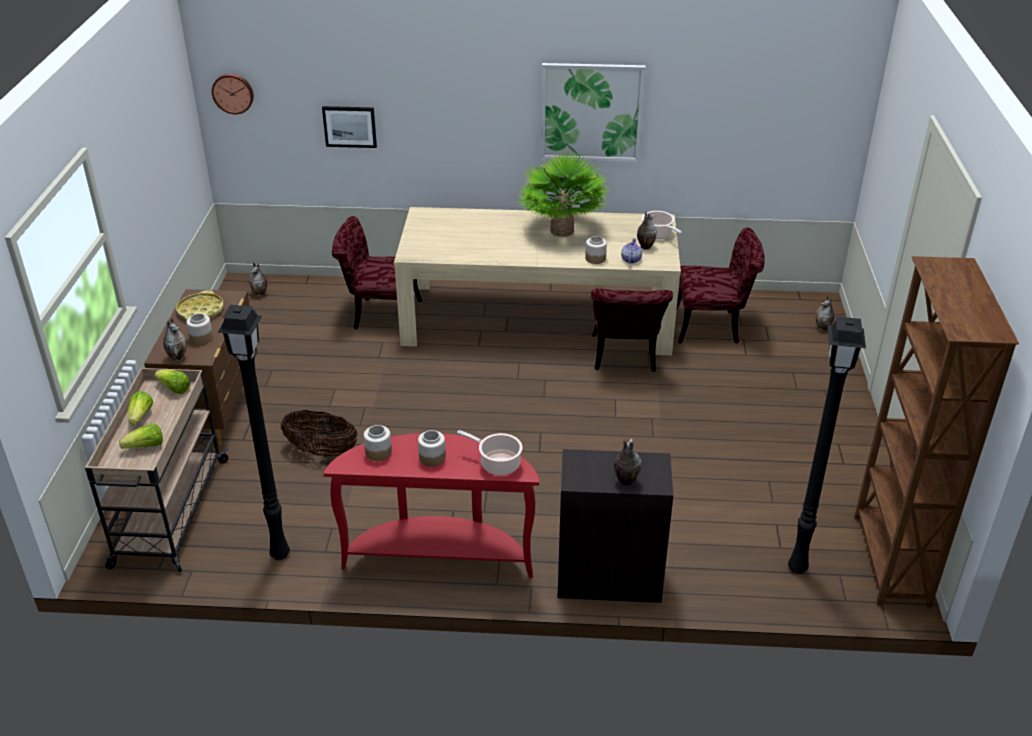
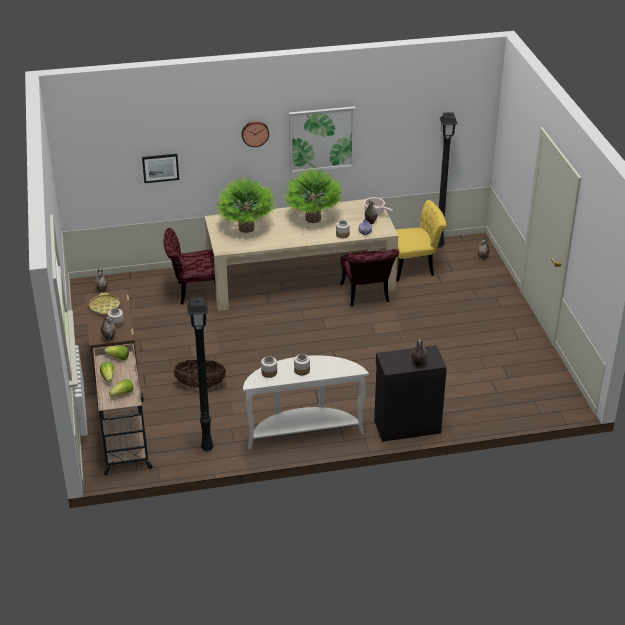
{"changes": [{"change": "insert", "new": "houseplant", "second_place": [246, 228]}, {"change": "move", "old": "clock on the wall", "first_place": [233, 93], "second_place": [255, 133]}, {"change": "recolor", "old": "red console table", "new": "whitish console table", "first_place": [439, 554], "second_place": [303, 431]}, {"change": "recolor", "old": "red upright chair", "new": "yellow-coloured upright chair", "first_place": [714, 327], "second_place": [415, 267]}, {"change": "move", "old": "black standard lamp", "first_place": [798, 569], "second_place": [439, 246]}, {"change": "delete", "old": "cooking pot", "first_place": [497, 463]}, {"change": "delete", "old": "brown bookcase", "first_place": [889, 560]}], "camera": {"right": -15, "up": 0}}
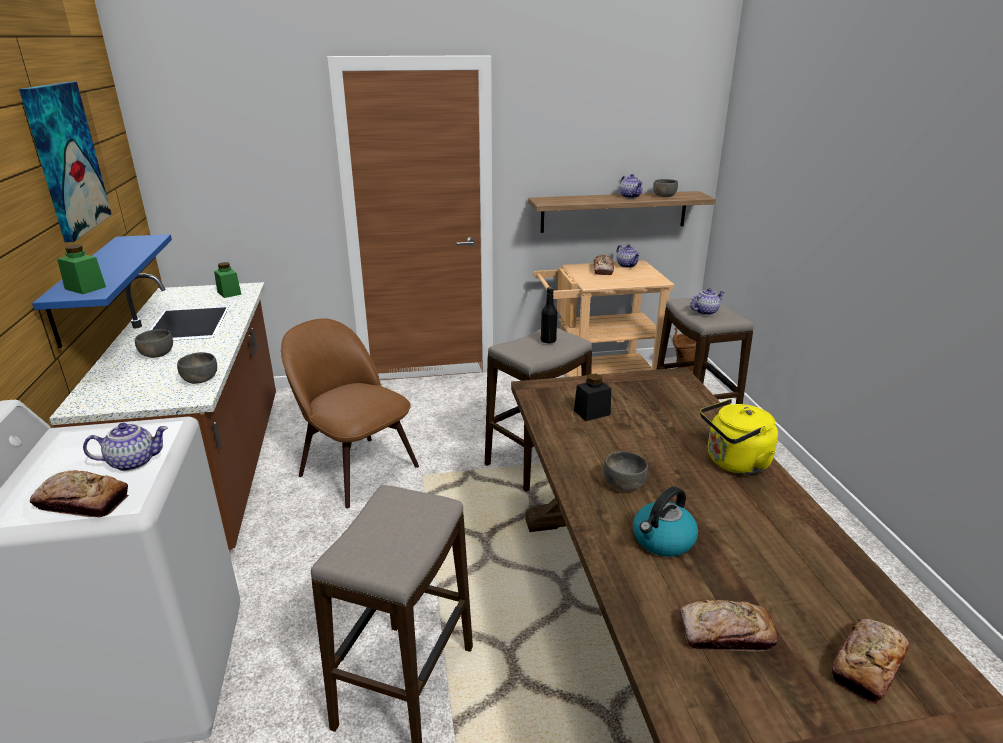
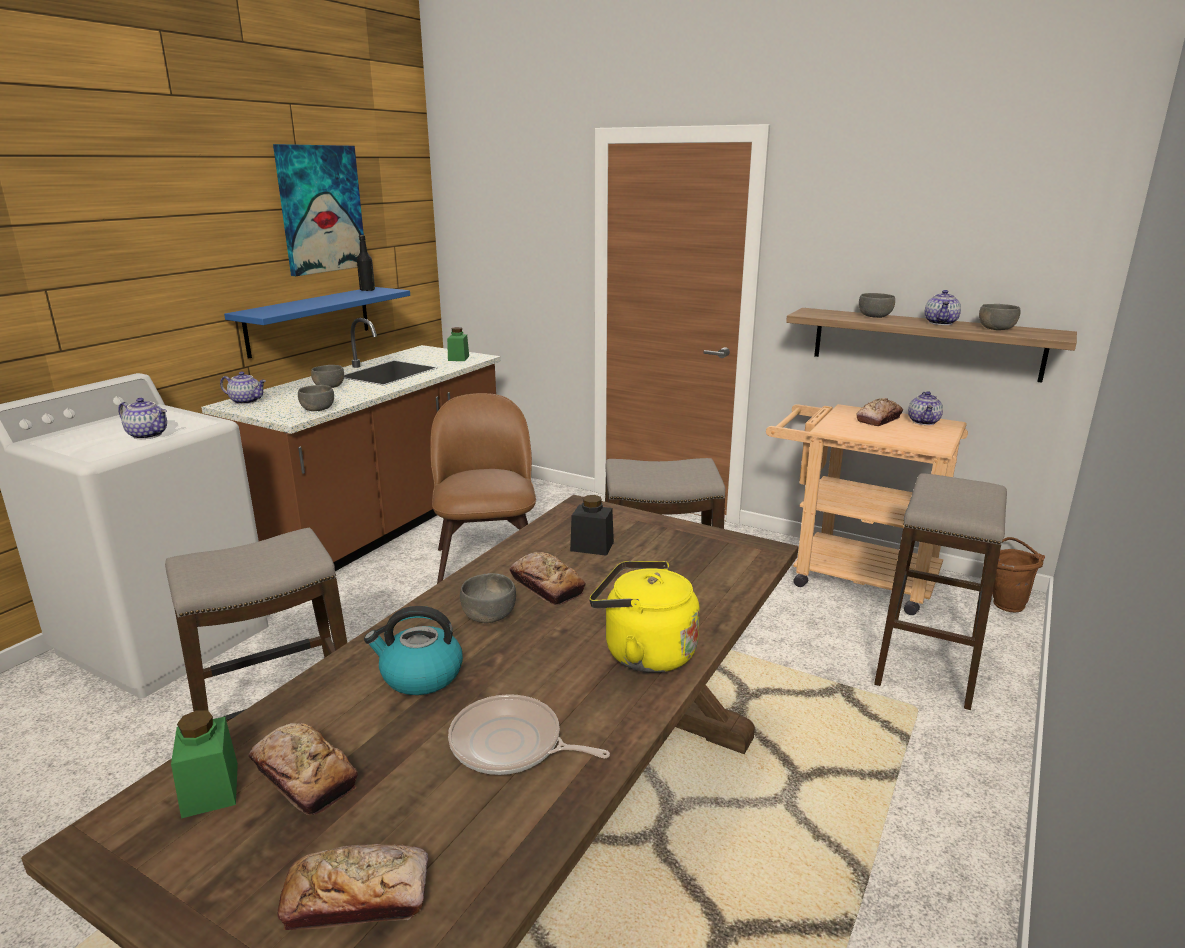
{"changes": [{"change": "move", "old": "green-coloured jar", "first_place": [85, 288], "second_place": [210, 789]}, {"change": "move", "old": "pot for tea", "first_place": [705, 312], "second_place": [247, 401]}, {"change": "move", "old": "black bottle", "first_place": [548, 341], "second_place": [367, 290]}, {"change": "insert", "new": "pan", "second_place": [511, 745]}, {"change": "move", "old": "baked bread", "first_place": [82, 502], "second_place": [546, 586]}, {"change": "insert", "new": "grey serving bowl", "second_place": [875, 316]}], "camera": {"right": 40, "up": -5}}
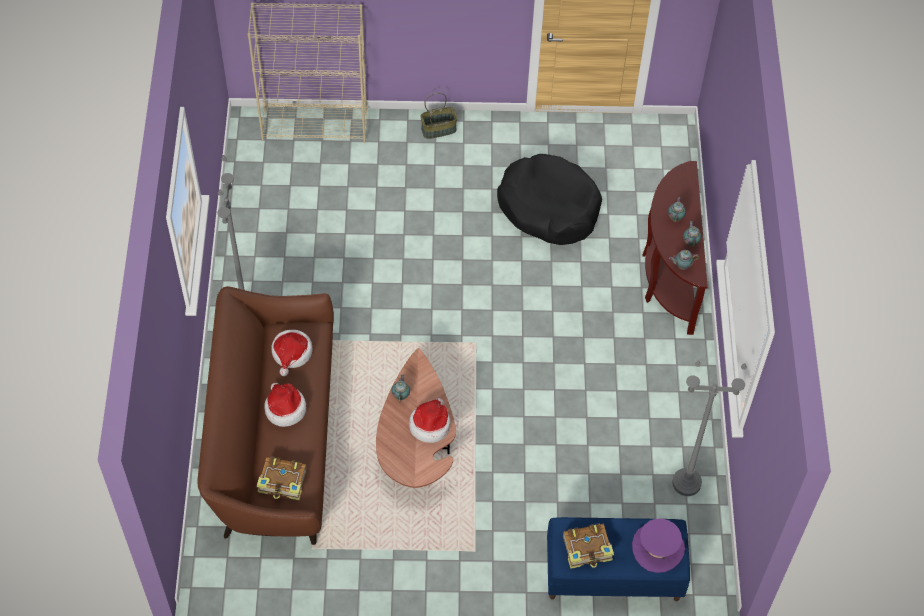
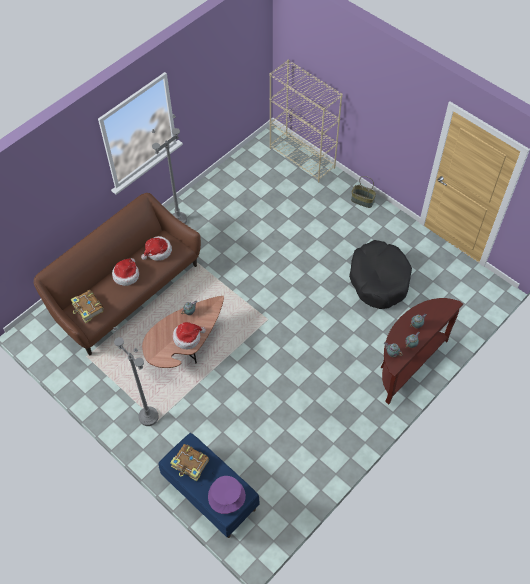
{"changes": [{"change": "move", "old": "grey standard lamp", "first_place": [686, 483], "second_place": [148, 417]}], "camera": {"right": 45, "up": 0}}
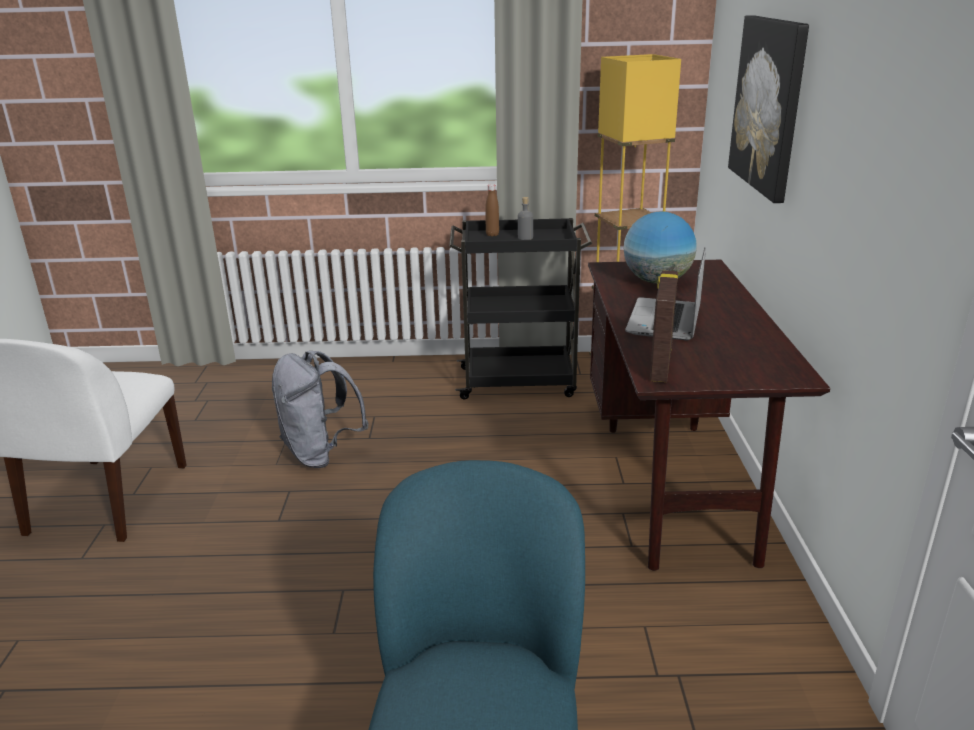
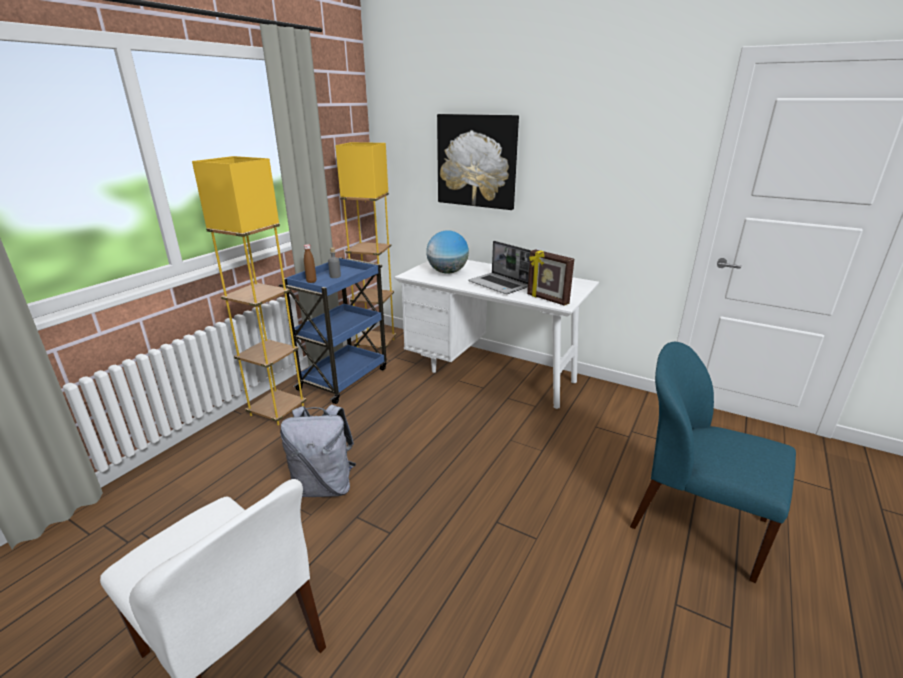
{"changes": [{"change": "insert", "new": "yellow-coloured standard lamp", "second_place": [277, 410]}, {"change": "recolor", "old": "black cart", "new": "blue cart", "first_place": [519, 382], "second_place": [344, 378]}, {"change": "recolor", "old": "brown desk", "new": "whitish desk", "first_place": [672, 477], "second_place": [492, 373]}], "camera": {"right": -60, "up": 0}}
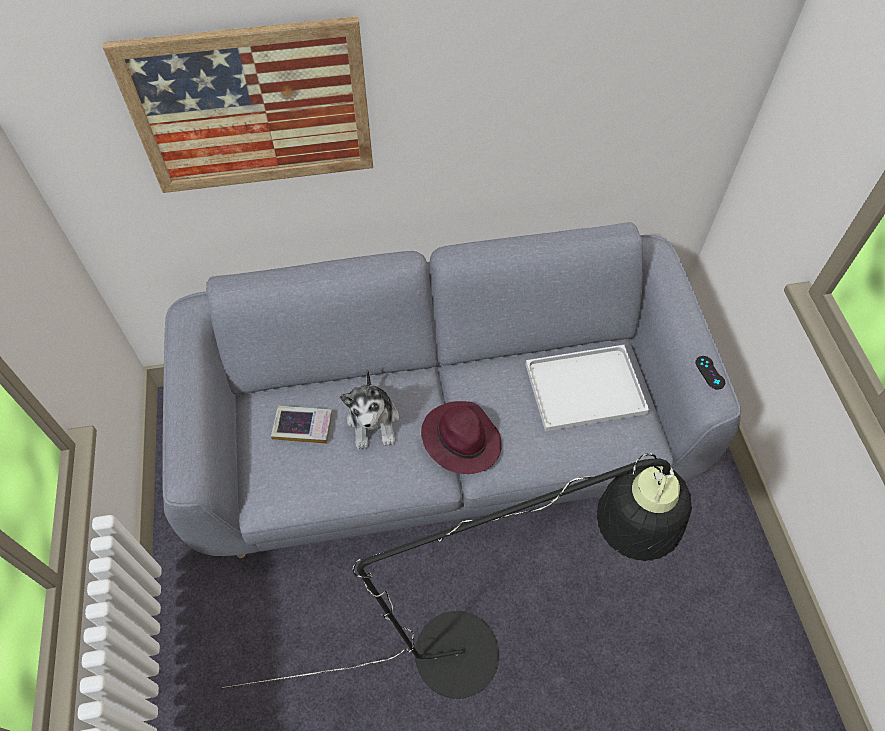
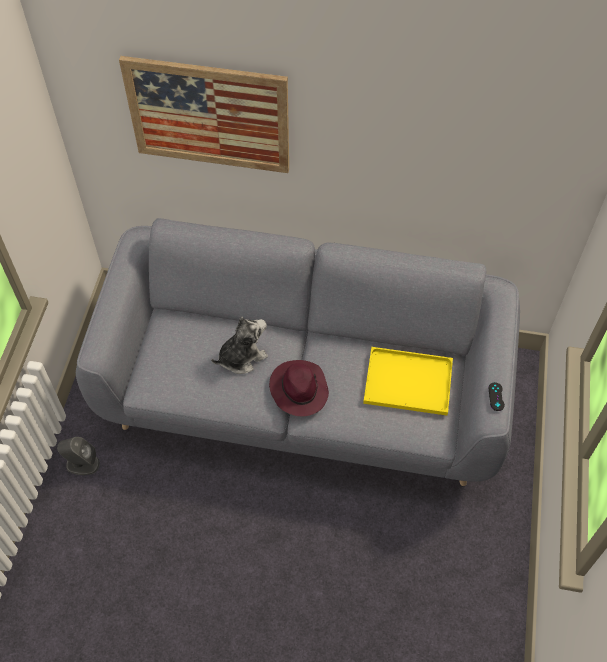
{"changes": [{"change": "insert", "new": "grey speaker", "second_place": [82, 464]}, {"change": "rotate", "old": "cuddly toy", "first_place": [373, 421], "second_place": [241, 357], "degrees": -135}, {"change": "recolor", "old": "whitish carrying tray", "new": "yellow-coloured carrying tray", "first_place": [587, 387], "second_place": [410, 381]}, {"change": "delete", "old": "black standard lamp", "first_place": [479, 649]}, {"change": "delete", "old": "book", "first_place": [303, 426]}], "camera": {"right": 20, "up": 0}}
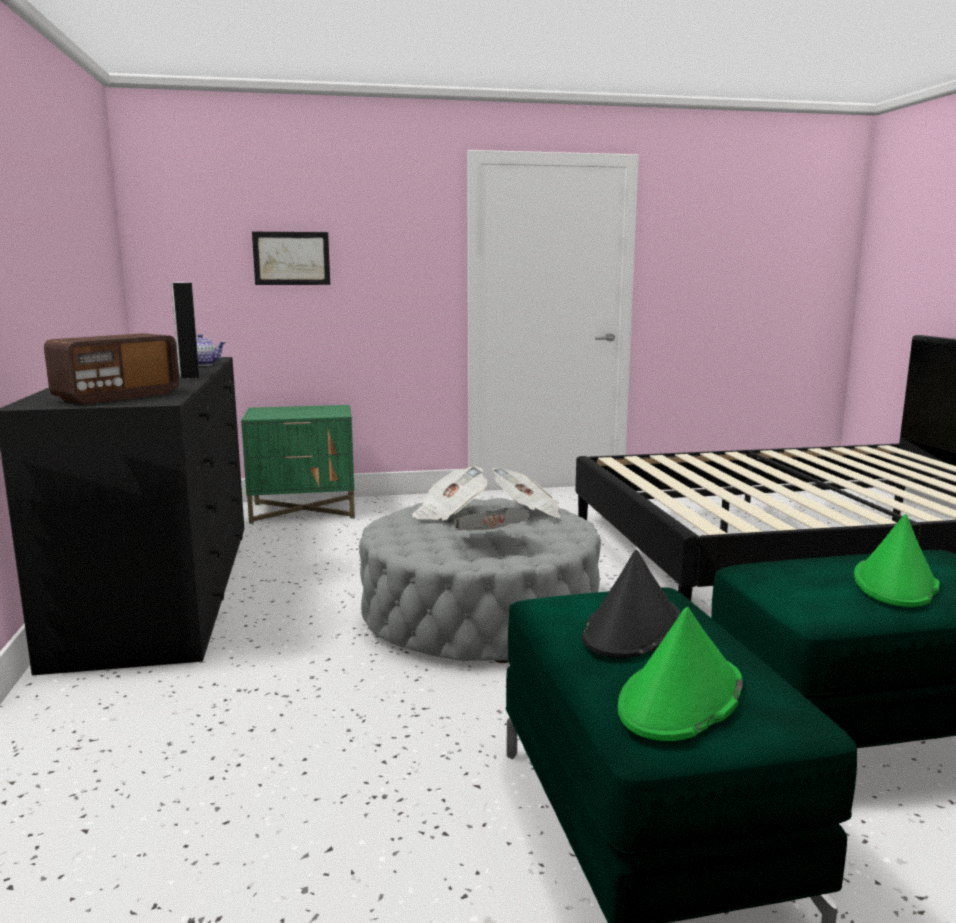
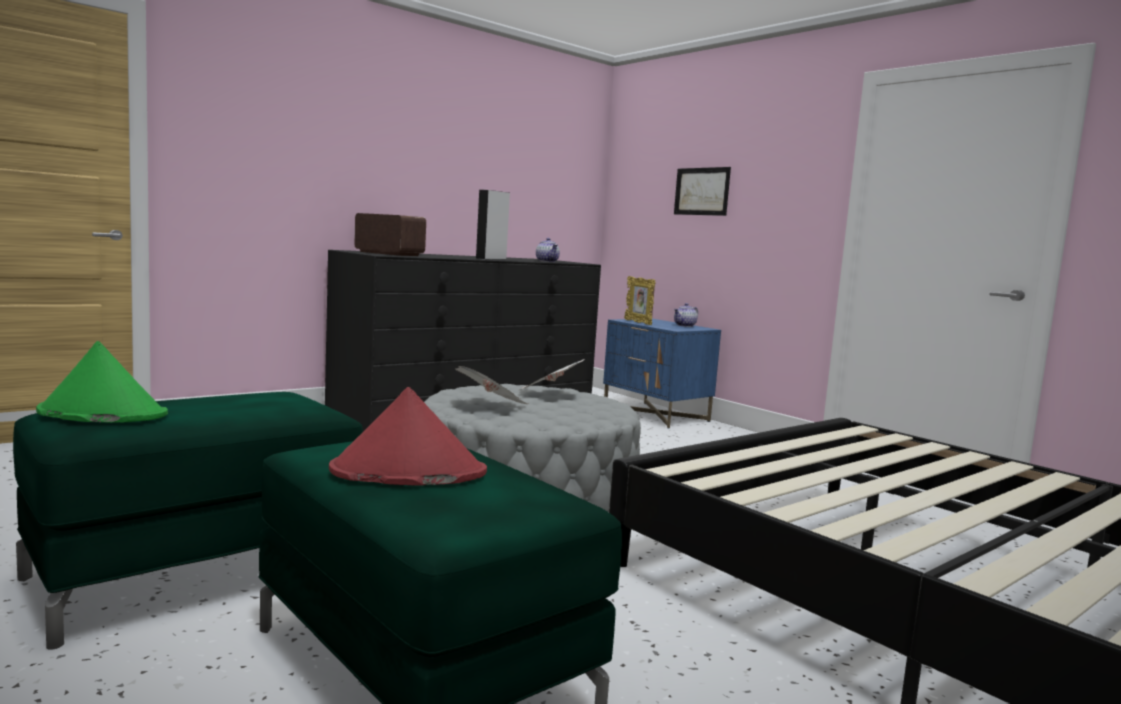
{"changes": [{"change": "recolor", "old": "green-coloured hat", "new": "red hat", "first_place": [895, 583], "second_place": [407, 472]}, {"change": "rotate", "old": "radio set", "first_place": [117, 397], "second_place": [388, 253], "degrees": -150}, {"change": "recolor", "old": "green-coloured nightstand", "new": "blue nightstand", "first_place": [304, 511], "second_place": [656, 415]}, {"change": "insert", "new": "photo frame", "second_place": [638, 323]}, {"change": "insert", "new": "pot for tea", "second_place": [685, 325]}, {"change": "delete", "old": "daily paper", "first_place": [528, 511]}, {"change": "delete", "old": "black hat", "first_place": [632, 629]}], "camera": {"right": 60, "up": -5}}
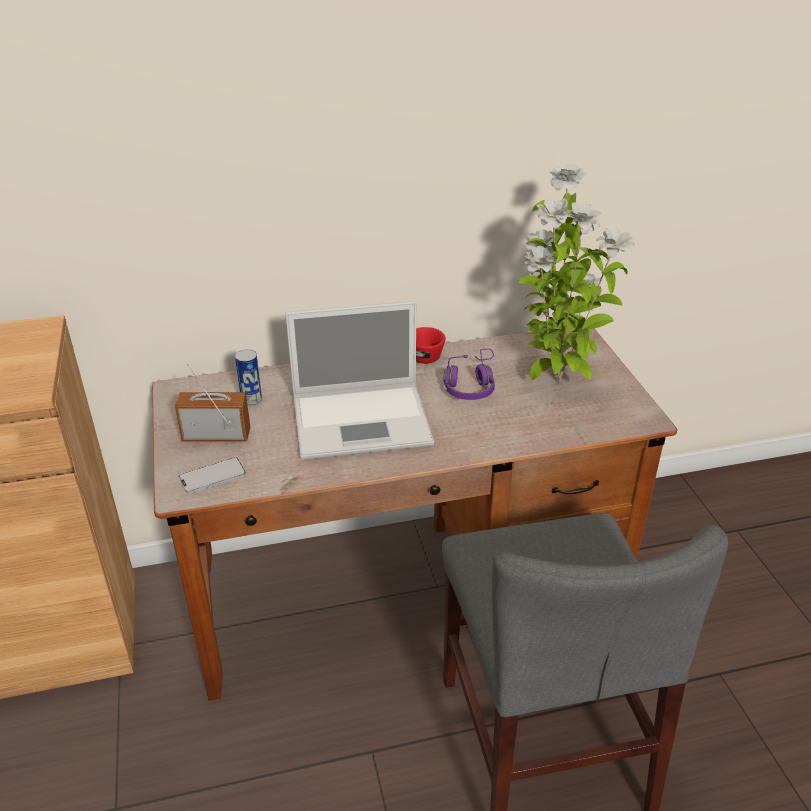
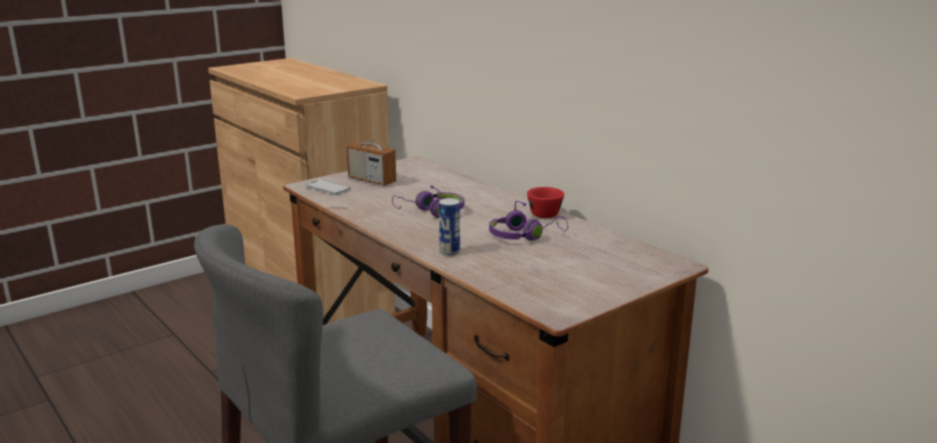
{"changes": [{"change": "rotate", "old": "radio set", "first_place": [216, 436], "second_place": [372, 180], "degrees": 150}, {"change": "replace", "old": "portable computer", "new": "purple headphones", "first_place": [364, 420], "second_place": [432, 212]}, {"change": "move", "old": "sealed can", "first_place": [251, 400], "second_place": [449, 252]}, {"change": "delete", "old": "houseplant", "first_place": [556, 383]}], "camera": {"right": 65, "up": -15}}
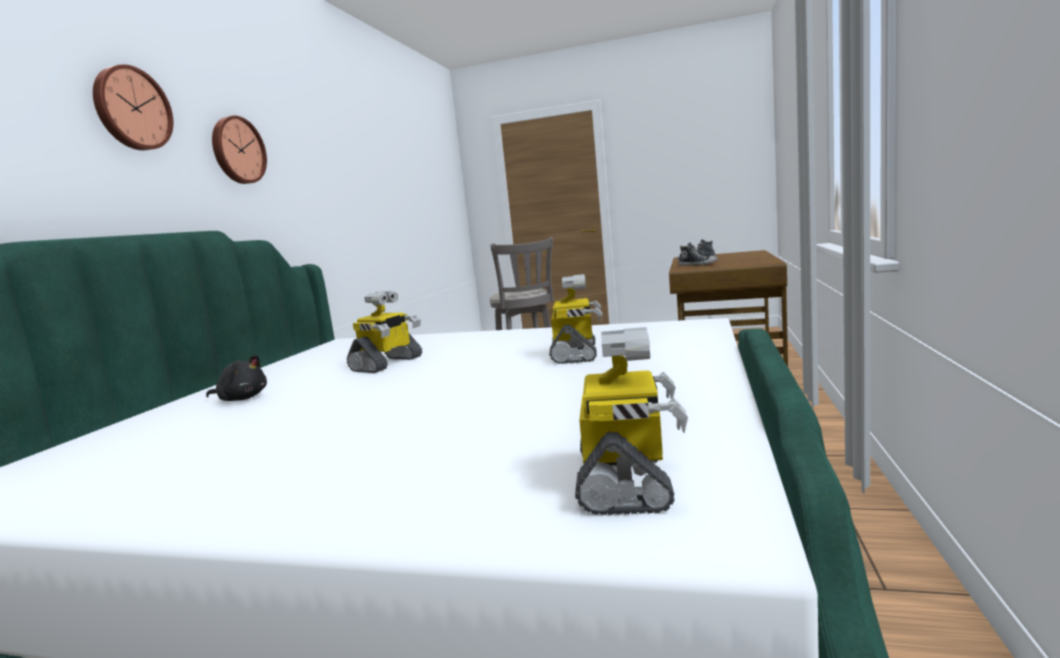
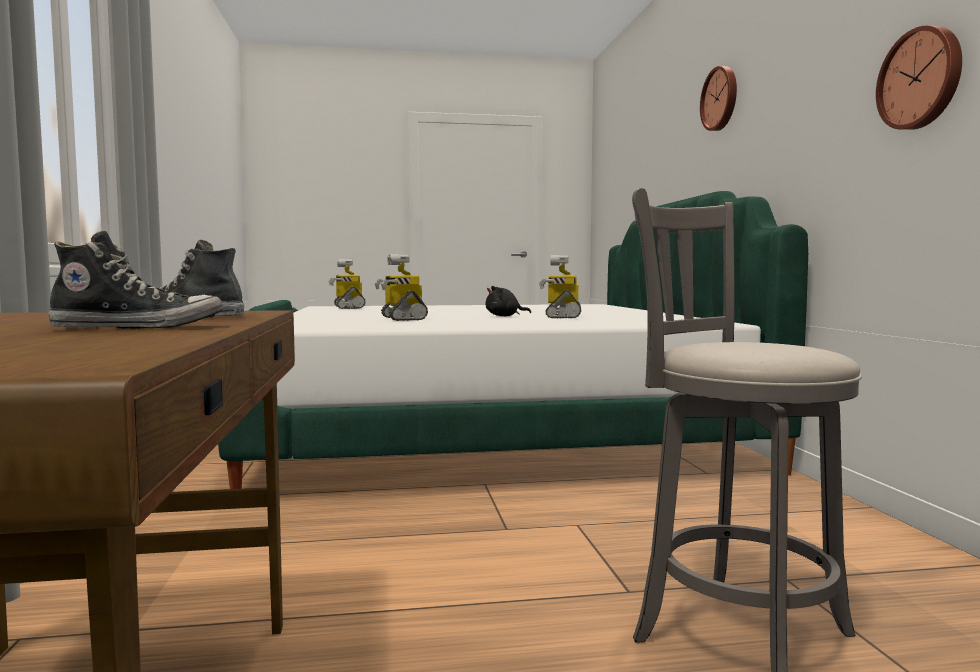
{"changes": [{"change": "move", "old": "black cuddly toy", "first_place": [242, 399], "second_place": [504, 316]}, {"change": "move", "old": "clock on the wall", "first_place": [237, 150], "second_place": [921, 79]}], "camera": {"right": 155, "up": -5}}
